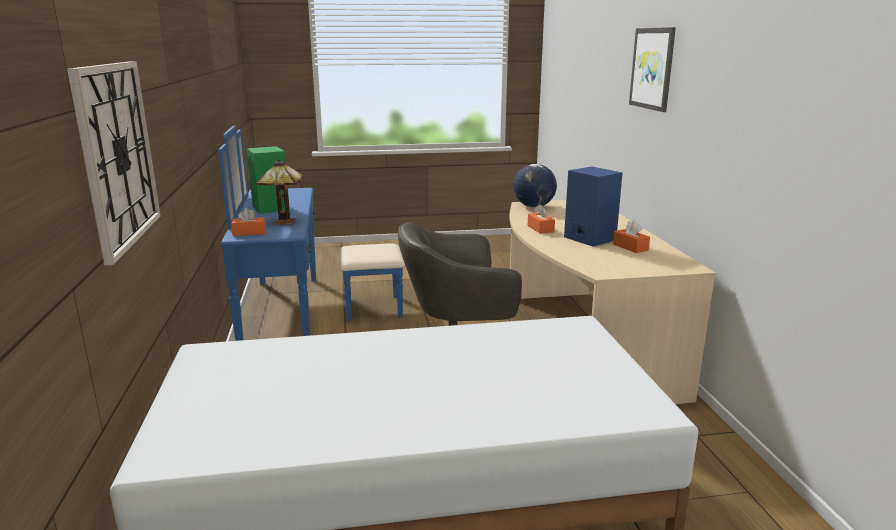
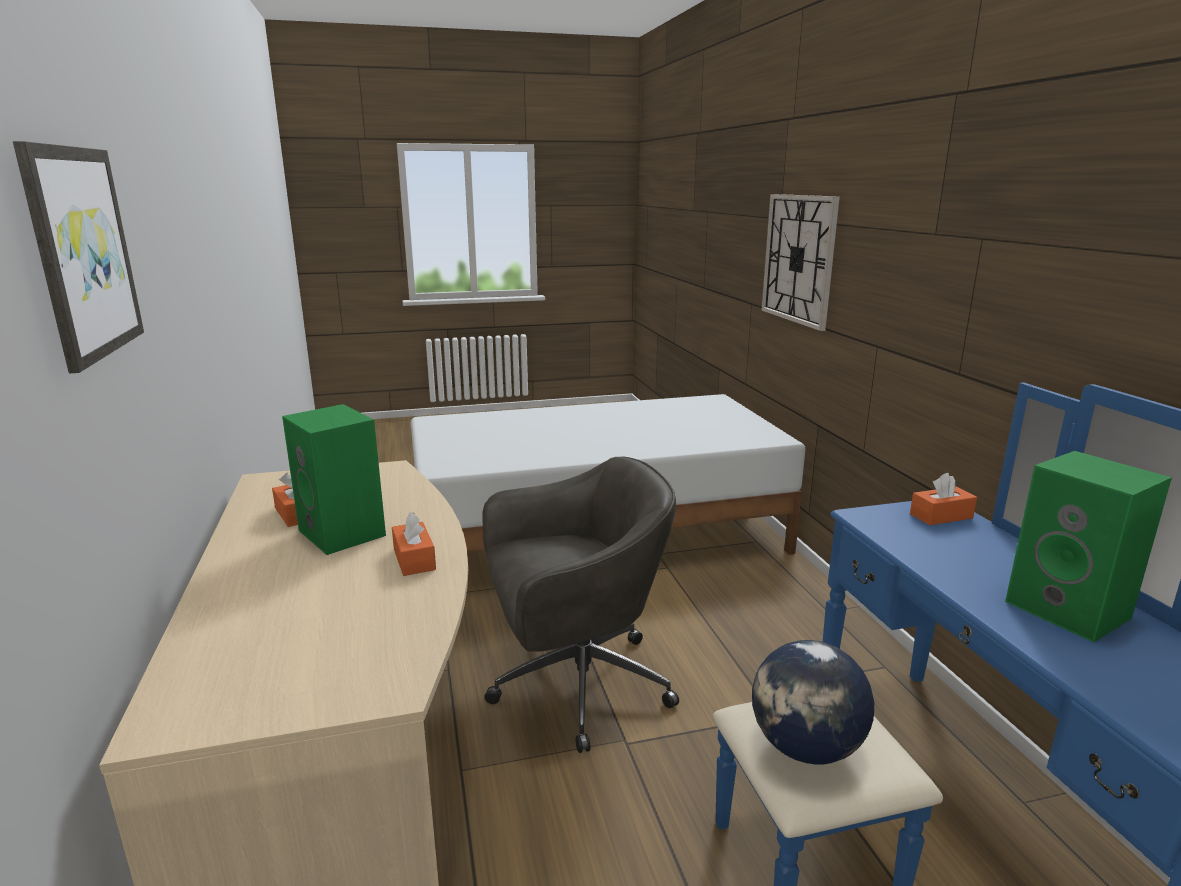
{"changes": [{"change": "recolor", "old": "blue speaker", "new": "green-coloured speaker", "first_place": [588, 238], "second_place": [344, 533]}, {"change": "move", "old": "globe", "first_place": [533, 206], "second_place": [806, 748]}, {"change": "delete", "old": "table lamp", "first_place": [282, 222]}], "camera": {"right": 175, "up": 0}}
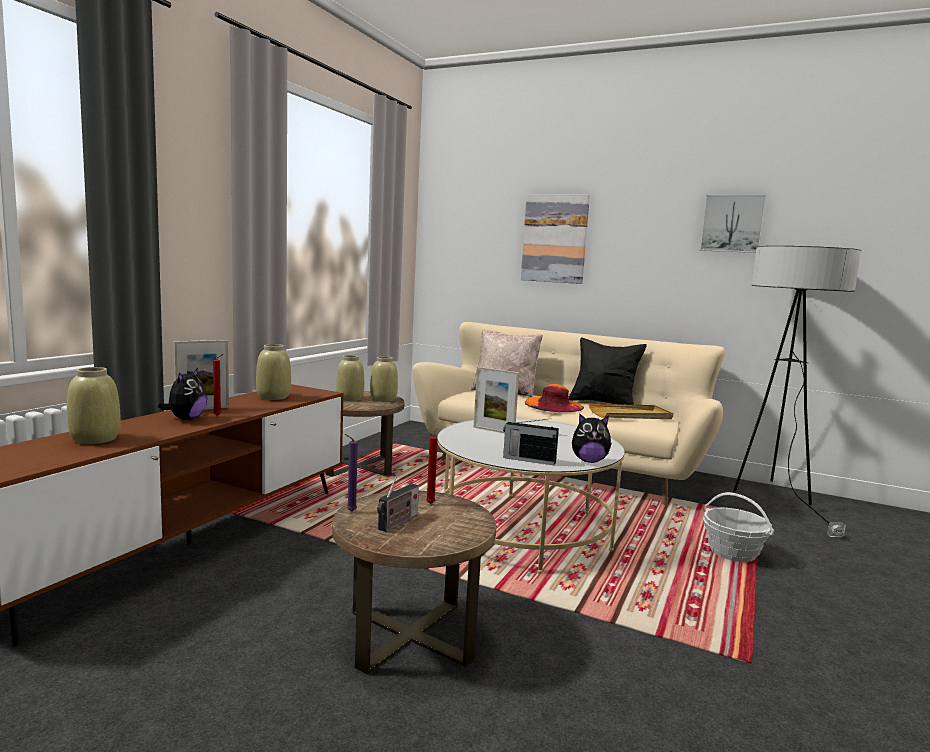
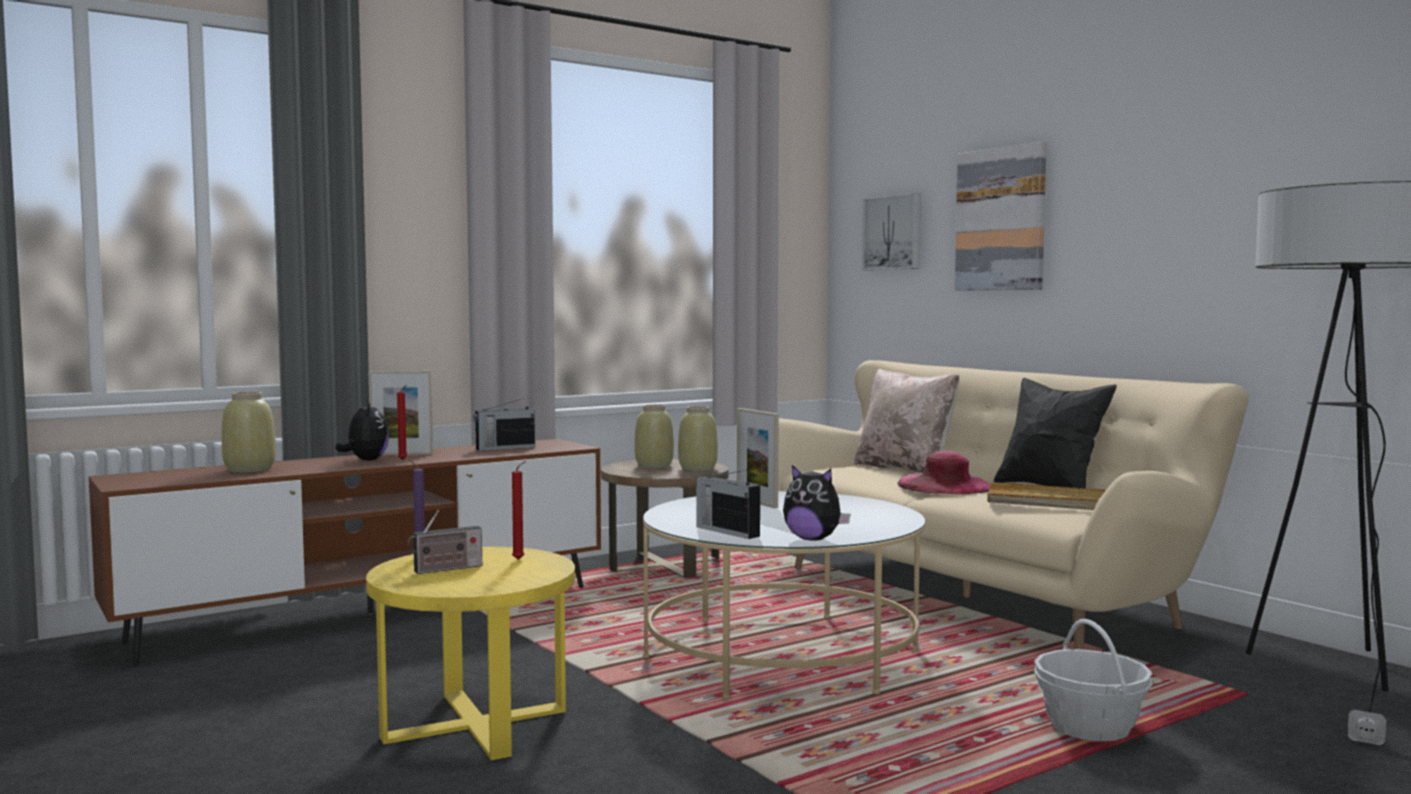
{"changes": [{"change": "rotate", "old": "cuddly toy", "first_place": [186, 419], "second_place": [365, 460], "degrees": -60}, {"change": "recolor", "old": "brown side table", "new": "yellow-coloured side table", "first_place": [410, 635], "second_place": [475, 724]}, {"change": "replace", "old": "beige vase", "new": "radio set", "first_place": [273, 397], "second_place": [504, 448]}, {"change": "move", "old": "wall art", "first_place": [732, 223], "second_place": [893, 233]}, {"change": "recolor", "old": "orange-coloured hat", "new": "pinkish hat", "first_place": [554, 405], "second_place": [945, 485]}], "camera": {"right": 30, "up": -5}}
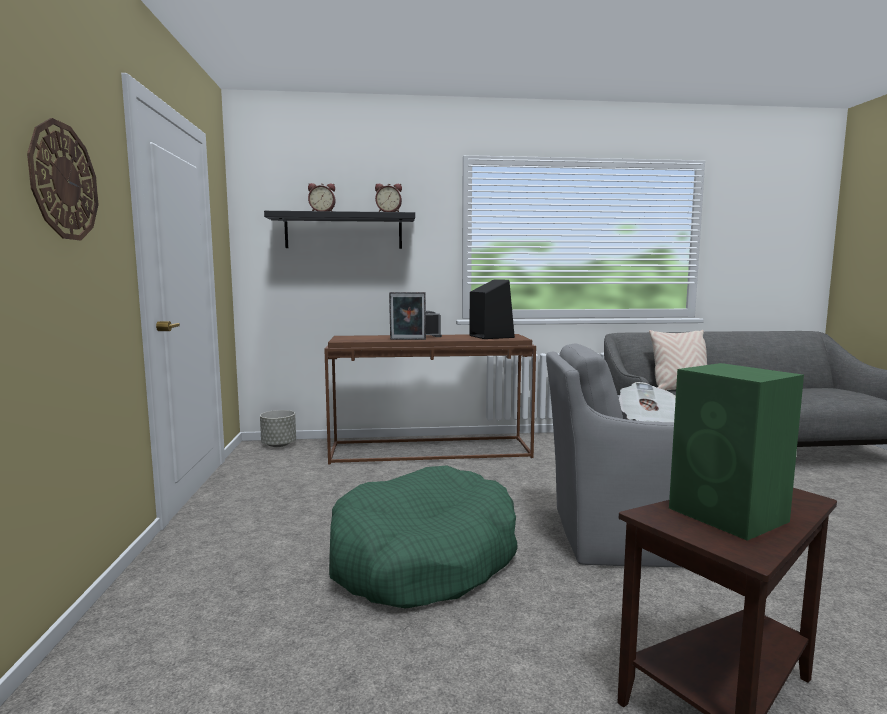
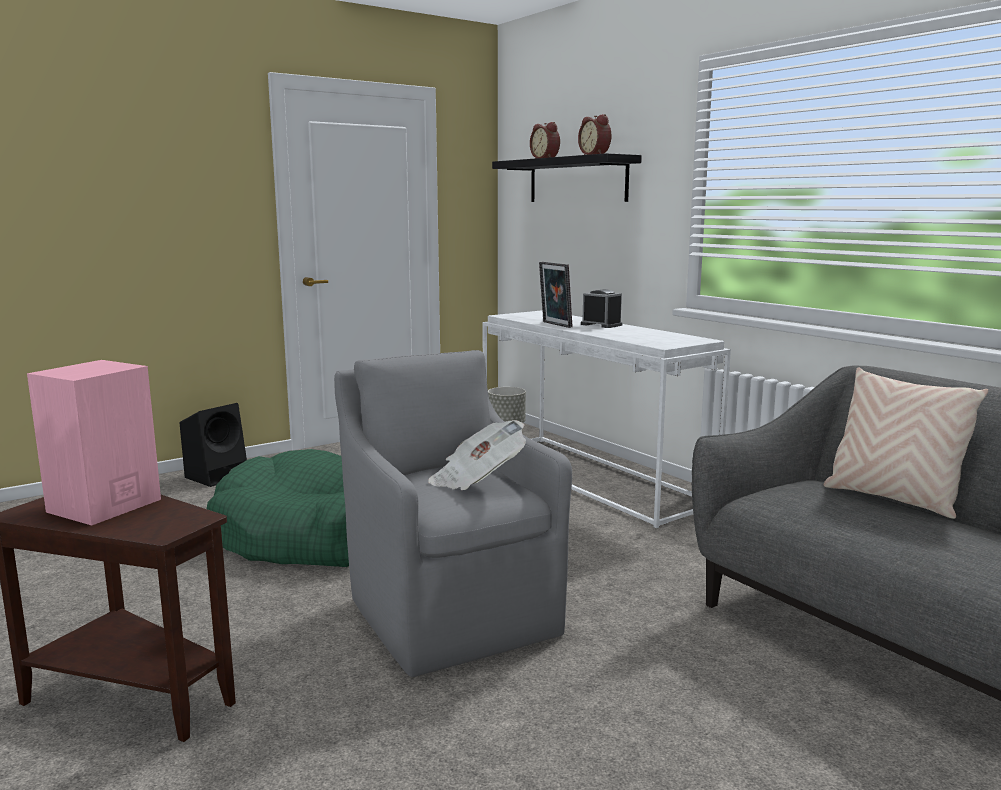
{"changes": [{"change": "recolor", "old": "green-coloured speaker", "new": "pinkish speaker", "first_place": [730, 516], "second_place": [102, 506]}, {"change": "move", "old": "black speaker", "first_place": [490, 336], "second_place": [218, 476]}, {"change": "recolor", "old": "brown console table", "new": "whitish console table", "first_place": [431, 450], "second_place": [592, 478]}, {"change": "delete", "old": "clock on the wall", "first_place": [63, 181]}], "camera": {"right": 60, "up": 5}}
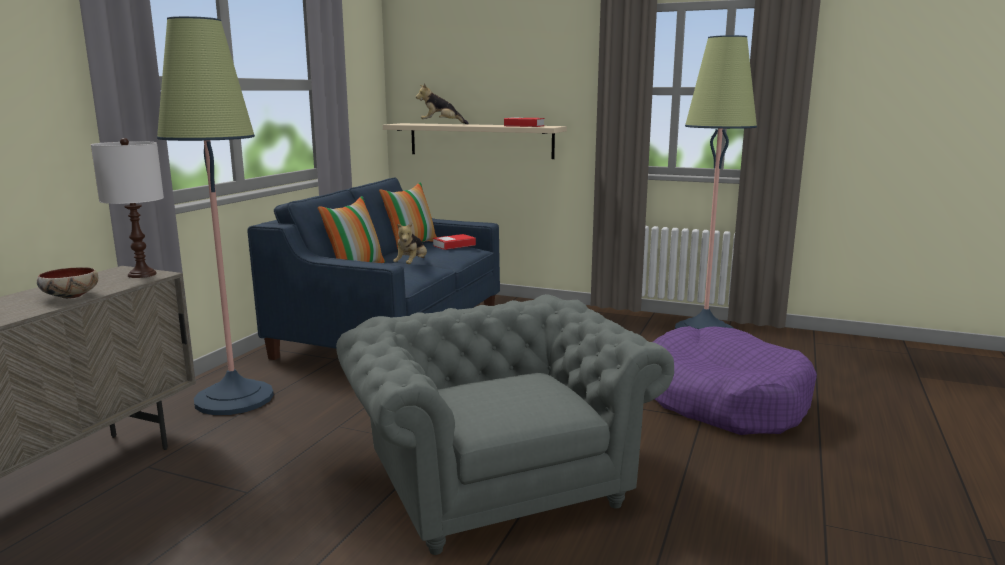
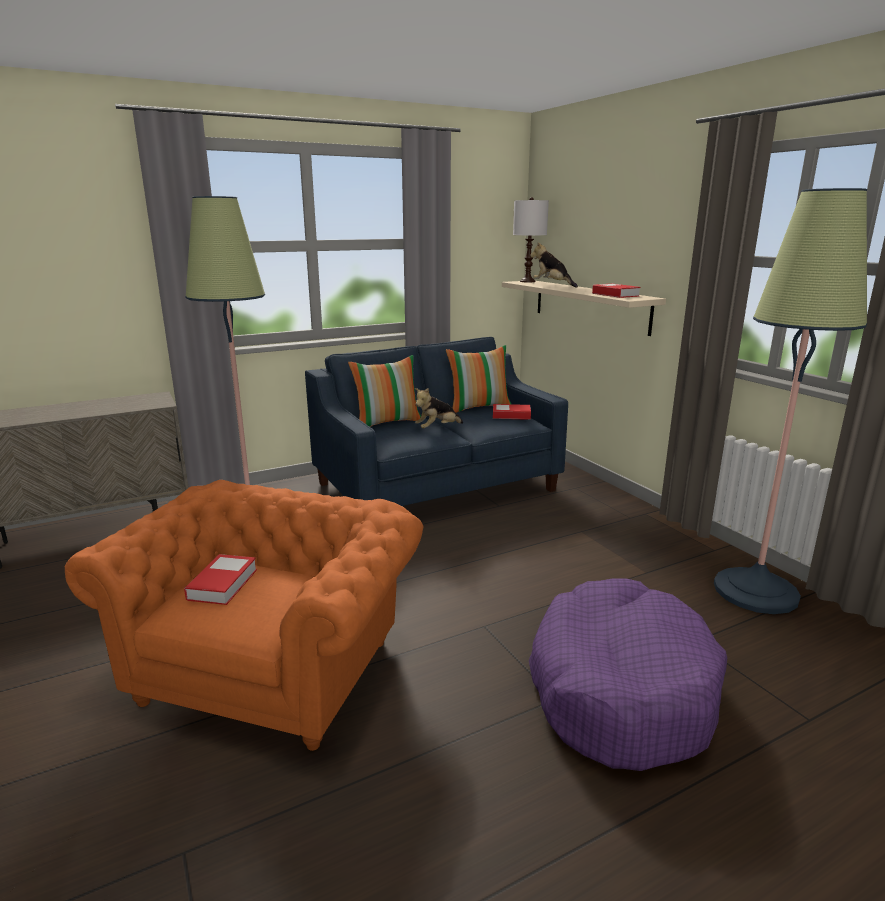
{"changes": [{"change": "recolor", "old": "grey armchair", "new": "orange-coloured armchair", "first_place": [495, 481], "second_place": [275, 665]}, {"change": "insert", "new": "book", "second_place": [223, 584]}, {"change": "move", "old": "whitish table lamp", "first_place": [142, 274], "second_place": [528, 281]}, {"change": "delete", "old": "serving bowl", "first_place": [69, 296]}], "camera": {"right": 40, "up": 5}}
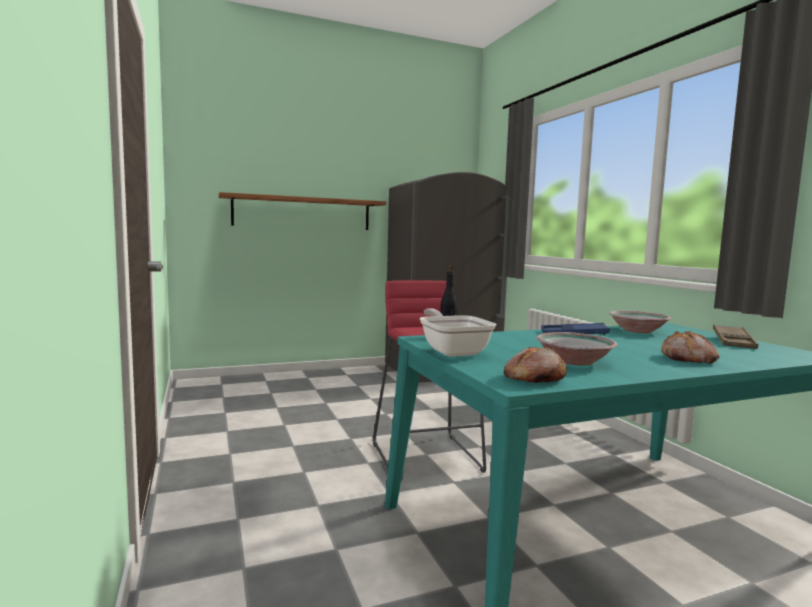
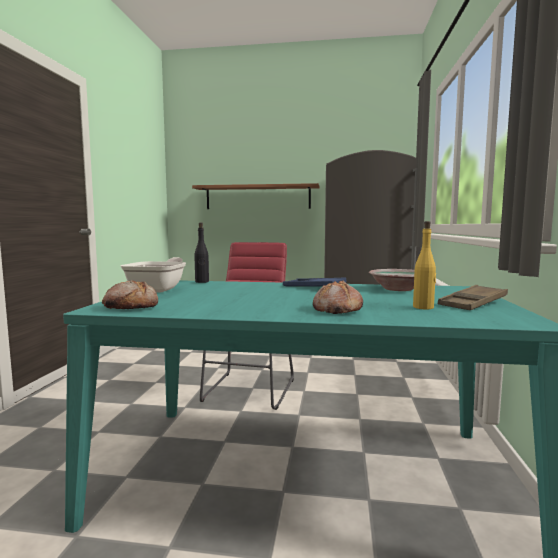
{"changes": [{"change": "insert", "new": "yellow-coloured bottle", "second_place": [423, 307]}, {"change": "delete", "old": "serving bowl", "first_place": [573, 361]}], "camera": {"right": 30, "up": 0}}
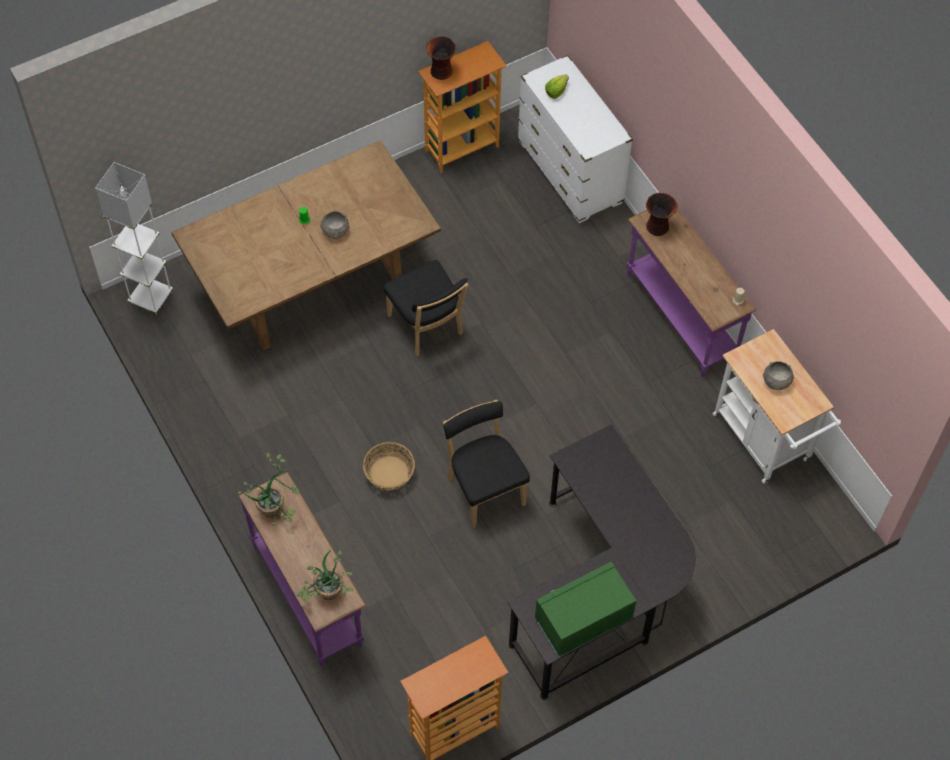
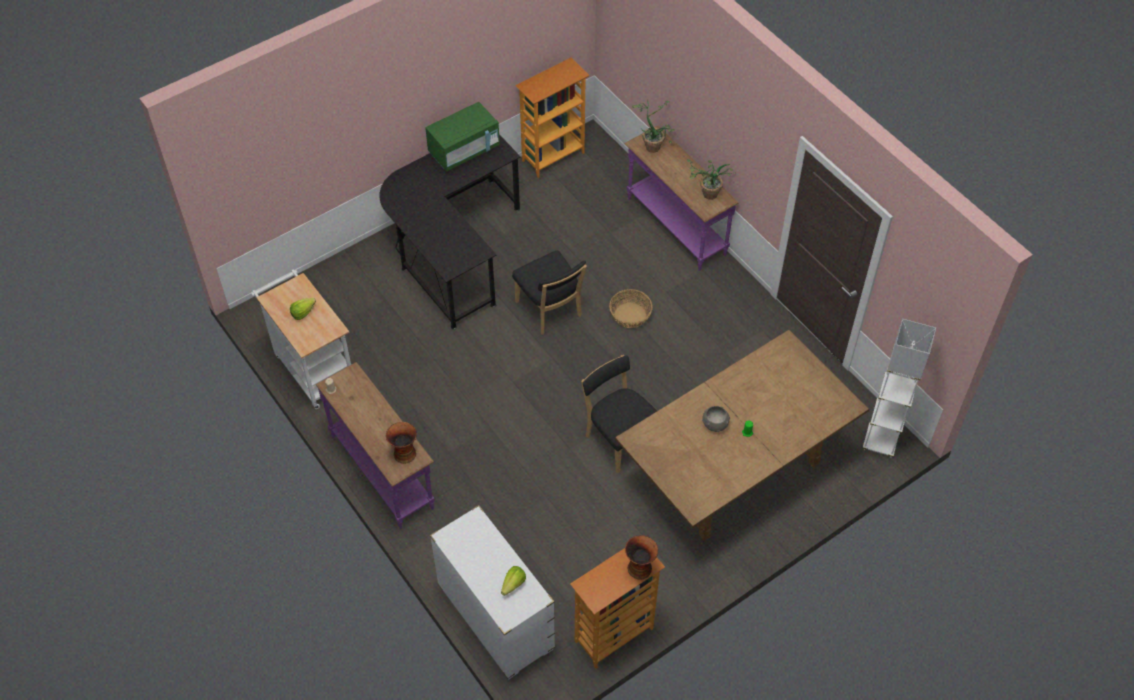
{"changes": [{"change": "replace", "old": "grey serving bowl", "new": "lettuce head", "first_place": [777, 381], "second_place": [303, 313]}], "camera": {"right": 175, "up": -5}}
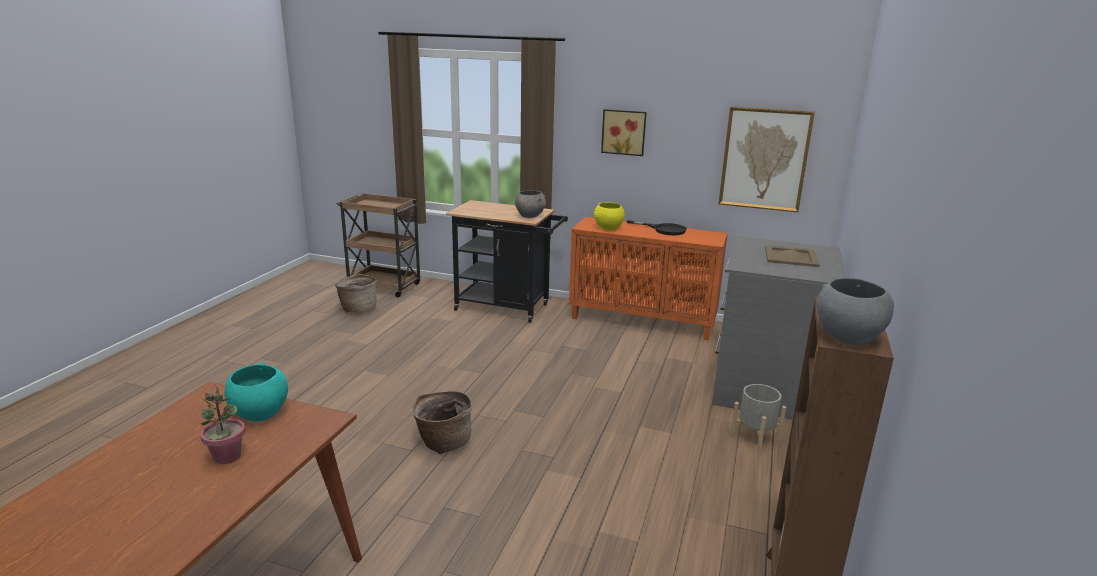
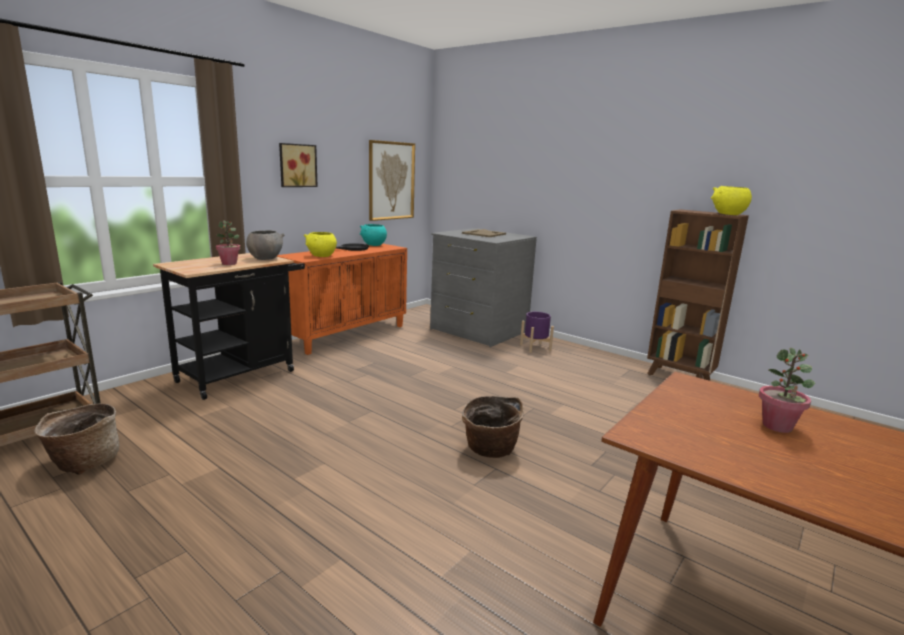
{"changes": [{"change": "insert", "new": "houseplant", "second_place": [229, 263]}, {"change": "move", "old": "turquoise serving bowl", "first_place": [260, 414], "second_place": [373, 245]}, {"change": "recolor", "old": "grey plant pot", "new": "purple plant pot", "first_place": [754, 437], "second_place": [535, 347]}, {"change": "recolor", "old": "grey serving bowl", "new": "yellow-coloured serving bowl", "first_place": [847, 337], "second_place": [728, 214]}], "camera": {"right": -70, "up": -5}}
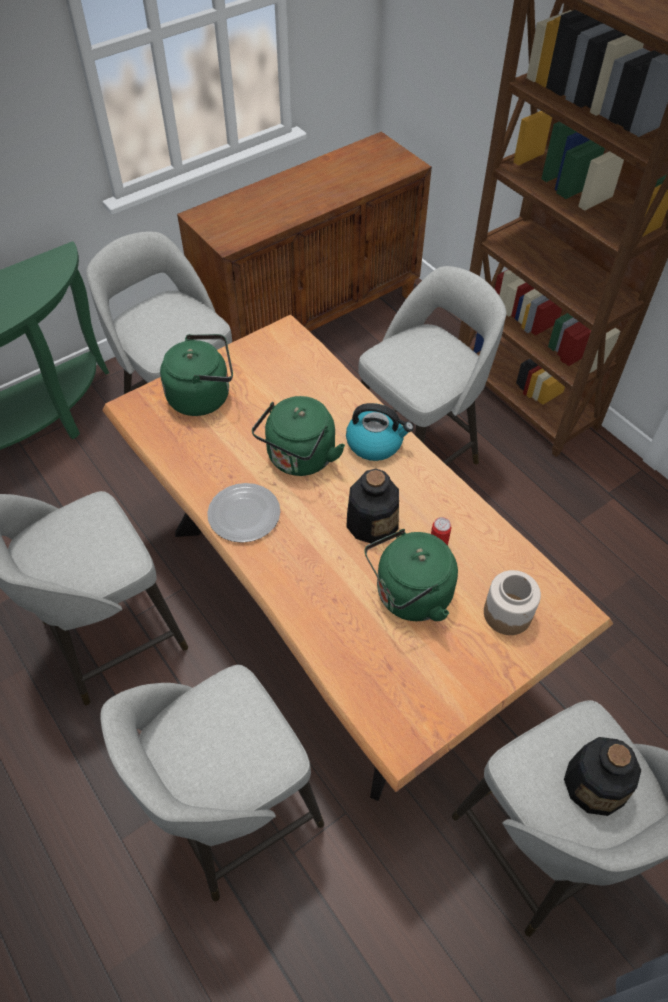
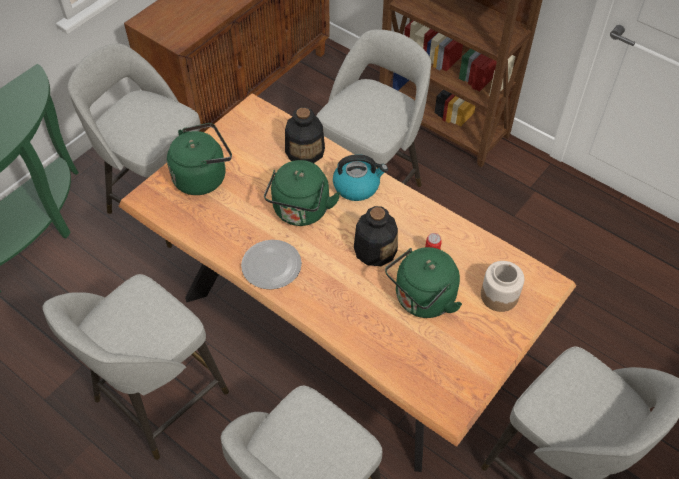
{"changes": [{"change": "move", "old": "bottle", "first_place": [595, 783], "second_place": [305, 150]}], "camera": {"right": -15, "up": 0}}
